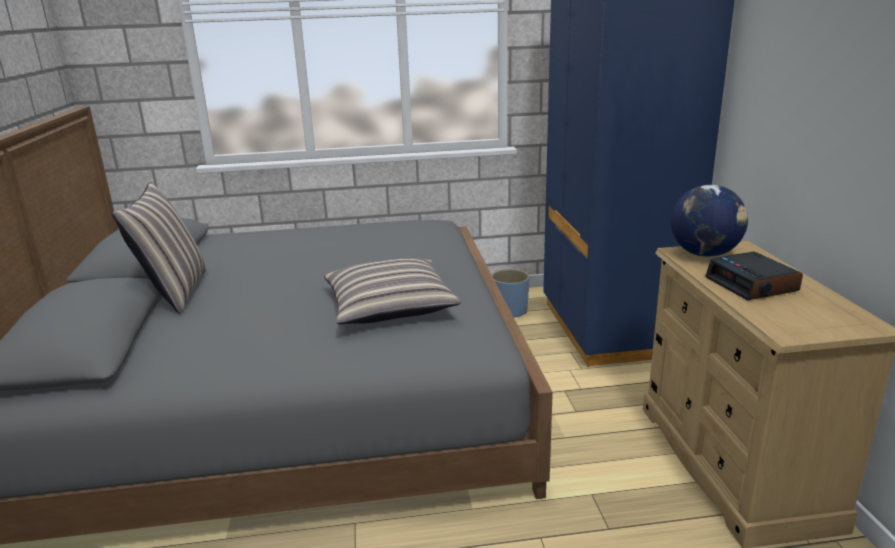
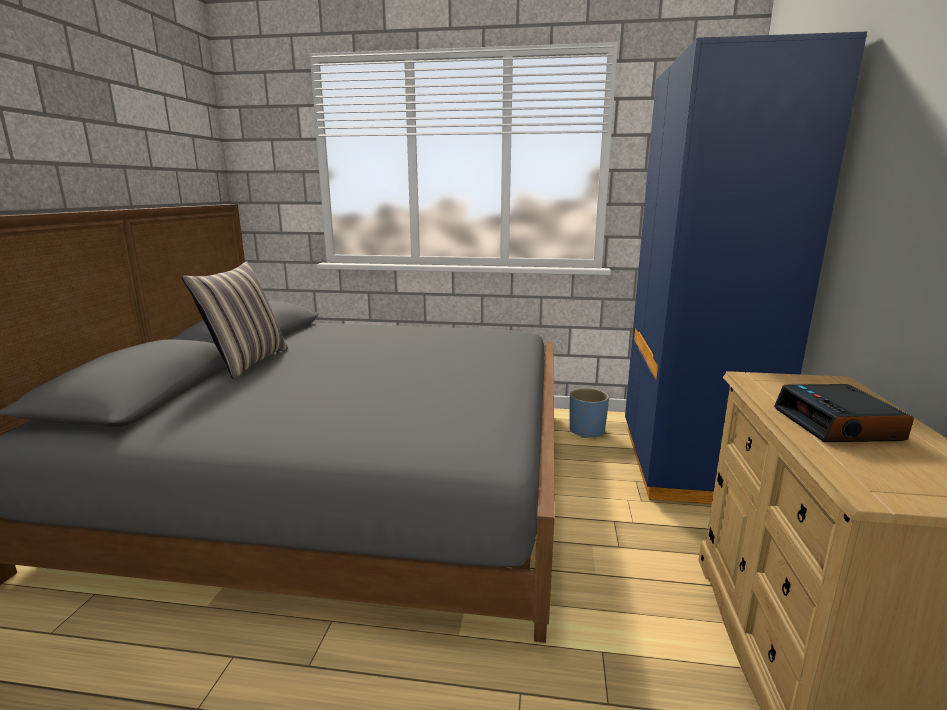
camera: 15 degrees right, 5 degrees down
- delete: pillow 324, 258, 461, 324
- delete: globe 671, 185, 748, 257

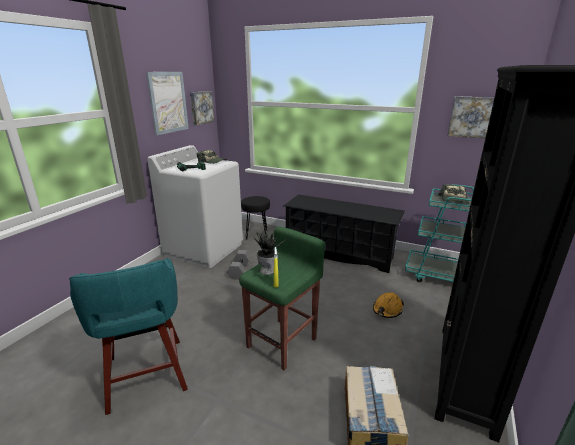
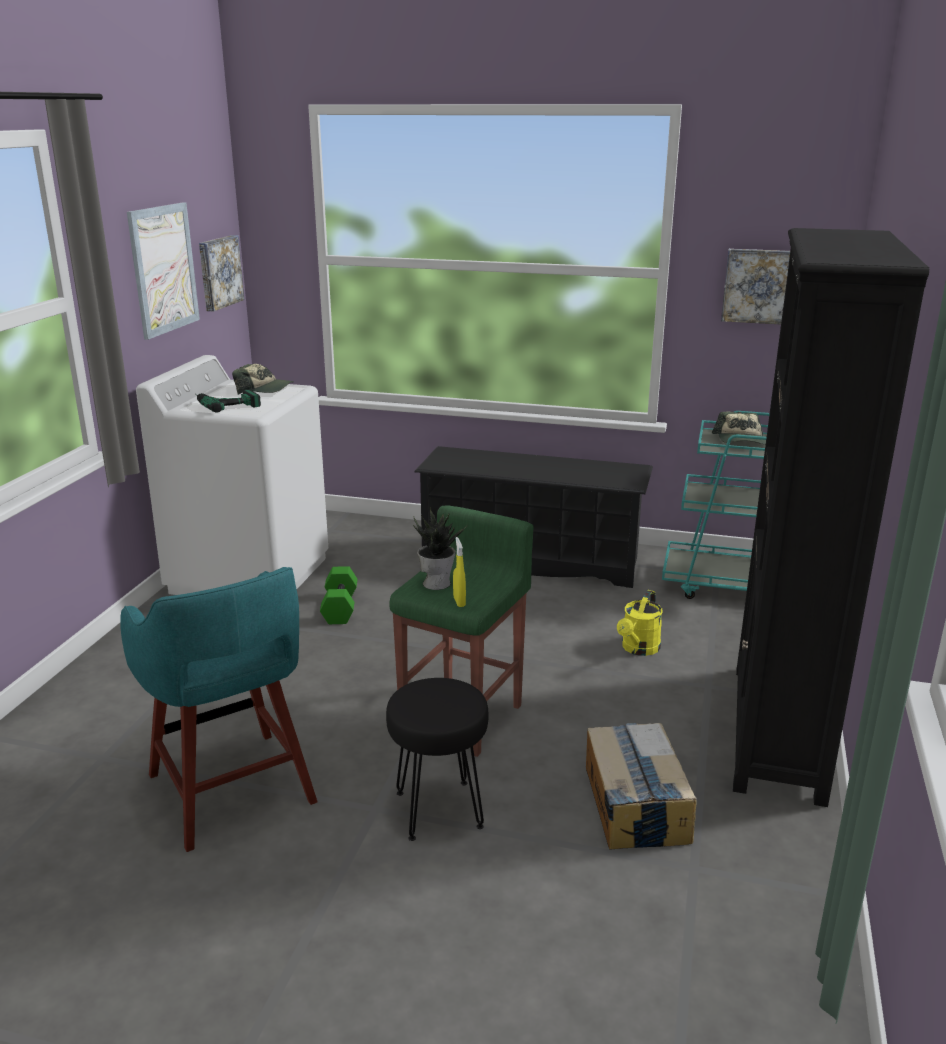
camera: 10 degrees left, 0 degrees up
- recolor: grey dumbbell 227, 250, 250, 280 to green dumbbell 320, 566, 358, 624
- move: black stool 241, 196, 270, 240 to 386, 678, 488, 841
- replace: orange hard hat 373, 292, 404, 318 to yellow watering can 617, 590, 663, 656

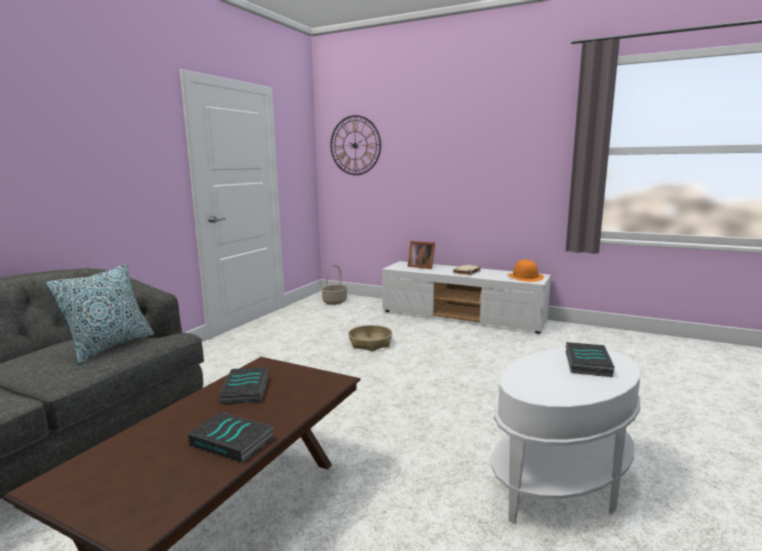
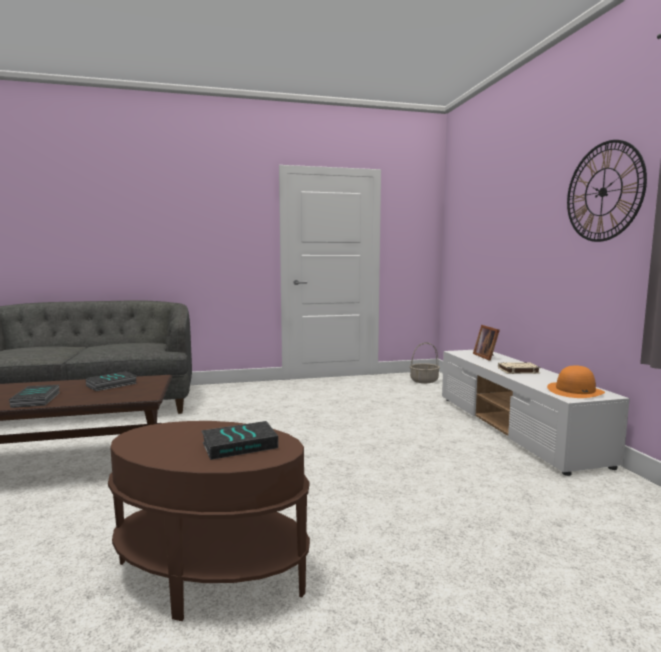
camera: 50 degrees right, 5 degrees down
- delete: pillow 46, 263, 154, 364
- move: wall clock 330, 115, 381, 175 to 567, 140, 647, 242
- delete: basket 348, 325, 392, 351
- recolor: white side table 491, 348, 641, 524 to brown side table 108, 421, 310, 621

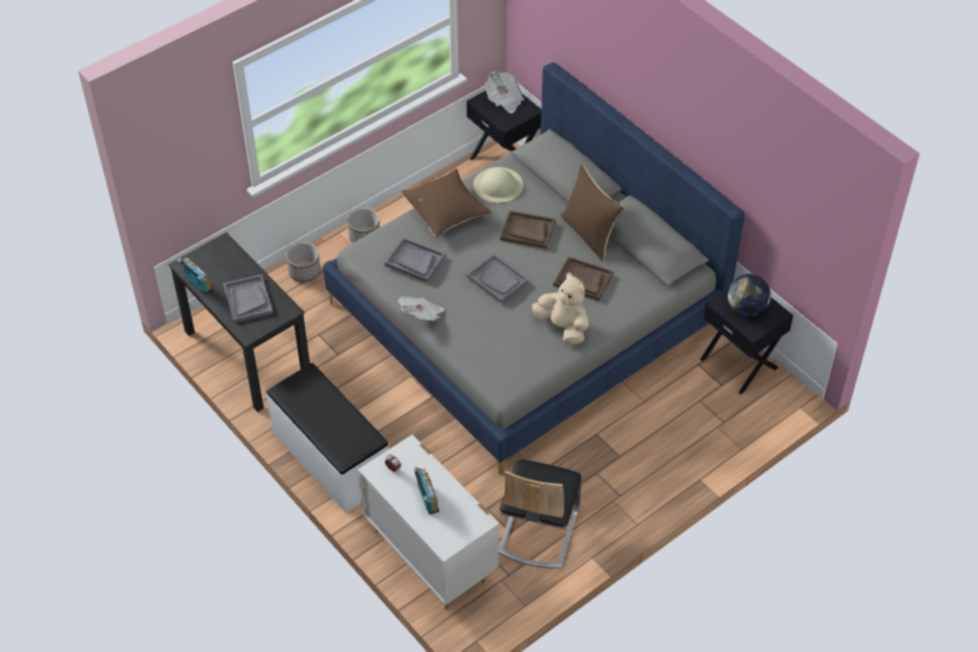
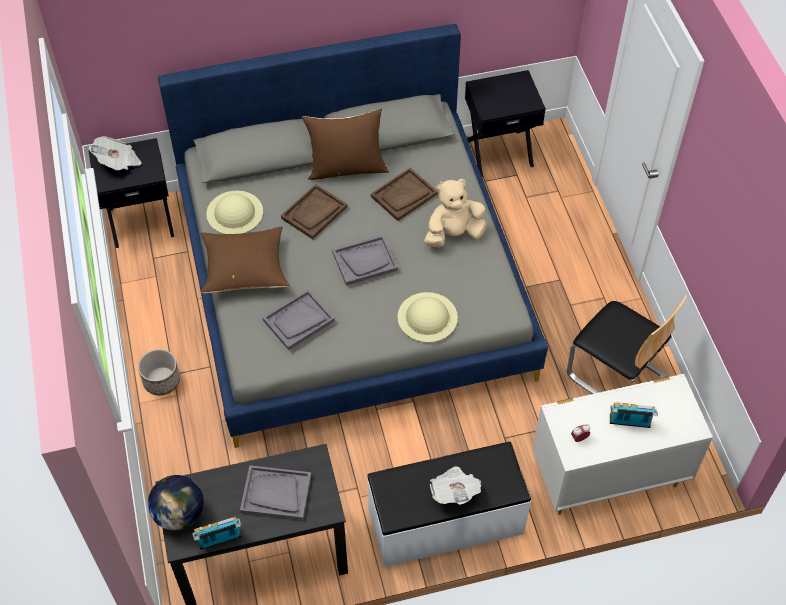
camera: 65 degrees left, 5 degrees up
- delete: planter 286, 243, 320, 282
- move: newspaper 398, 296, 444, 321 to 430, 466, 481, 505
- move: globe 728, 274, 771, 316 to 148, 475, 204, 531
- insert: beige hat 397, 292, 458, 343

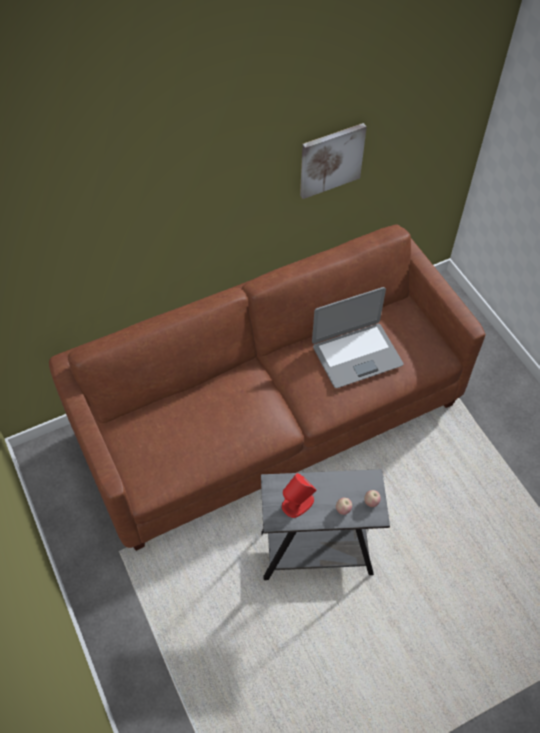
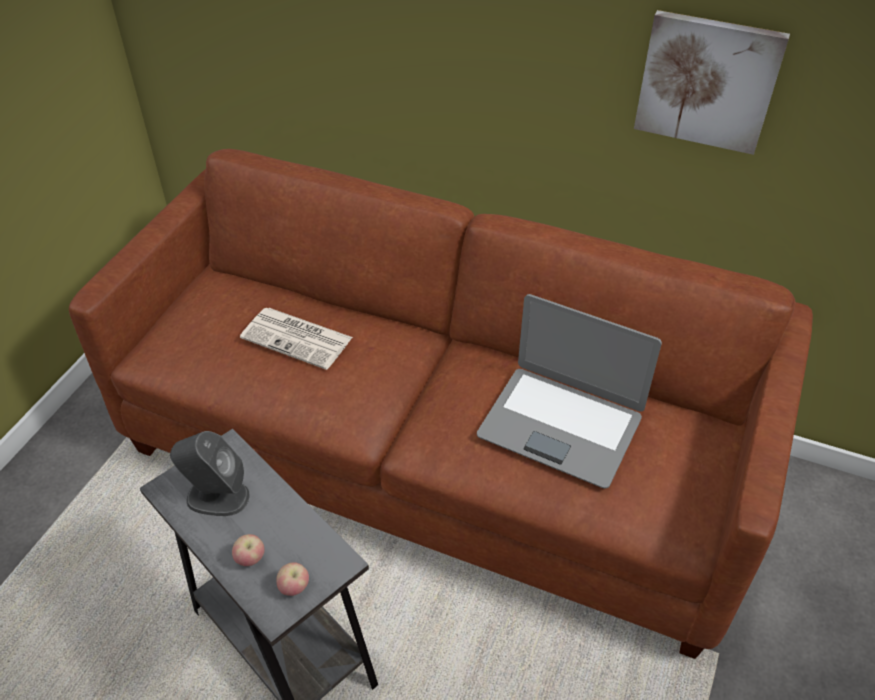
camera: 50 degrees right, 10 degrees down
- recolor: red speaker 282, 473, 316, 518 to grey speaker 170, 431, 250, 516
- insert: newspaper 240, 308, 353, 370

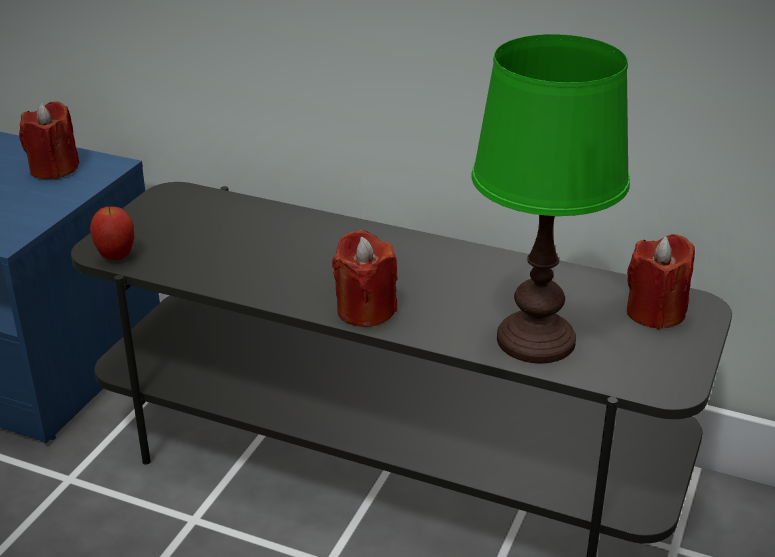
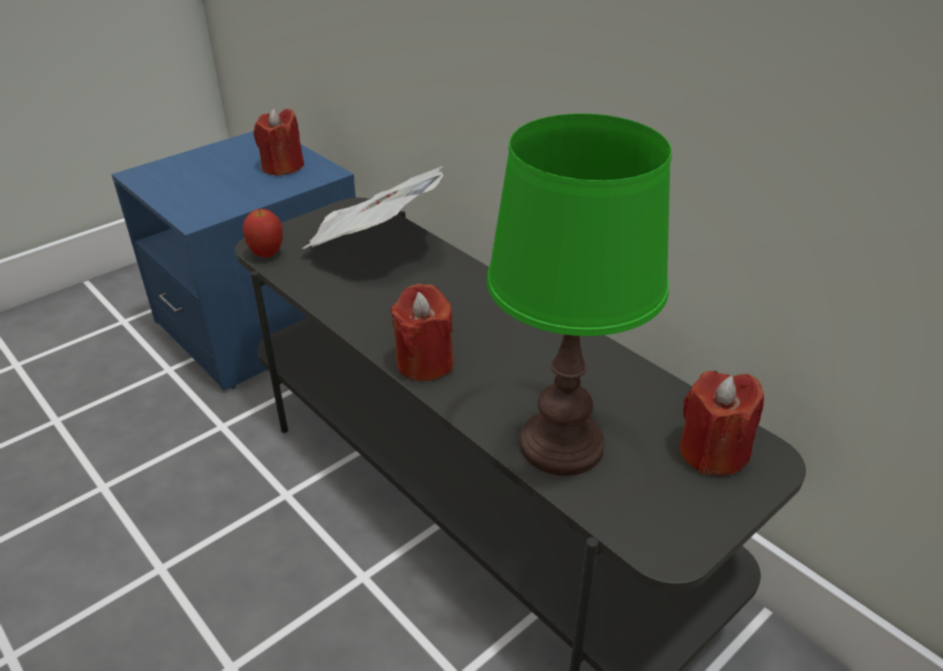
camera: 25 degrees right, 5 degrees up
- insert: newspaper 302, 166, 443, 249

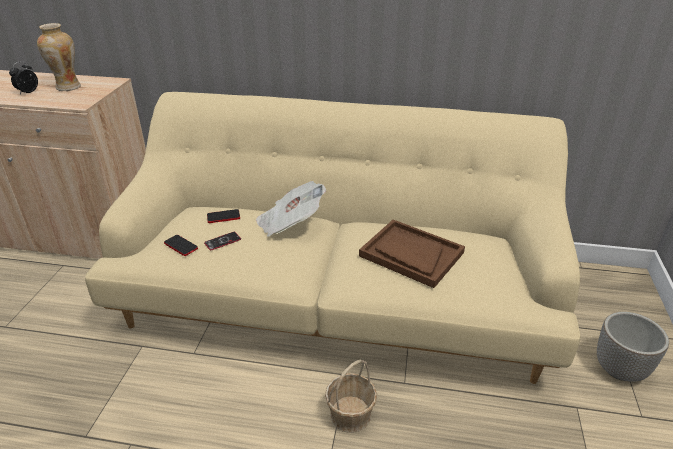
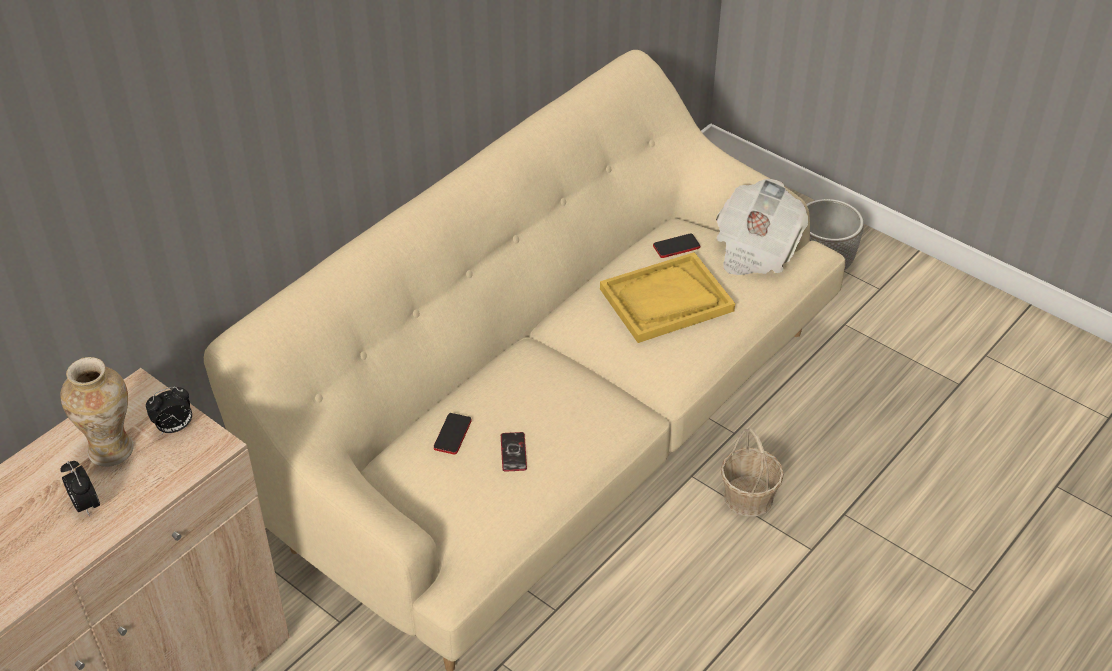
camera: 60 degrees left, 10 degrees up
- move: phone 164, 235, 198, 256 to 653, 234, 700, 258
- move: newspaper 256, 181, 326, 237 to 716, 179, 808, 275
- recolor: brown tray 359, 220, 465, 288 to yellow tray 600, 252, 735, 343
- insert: alarm clock 146, 387, 192, 434

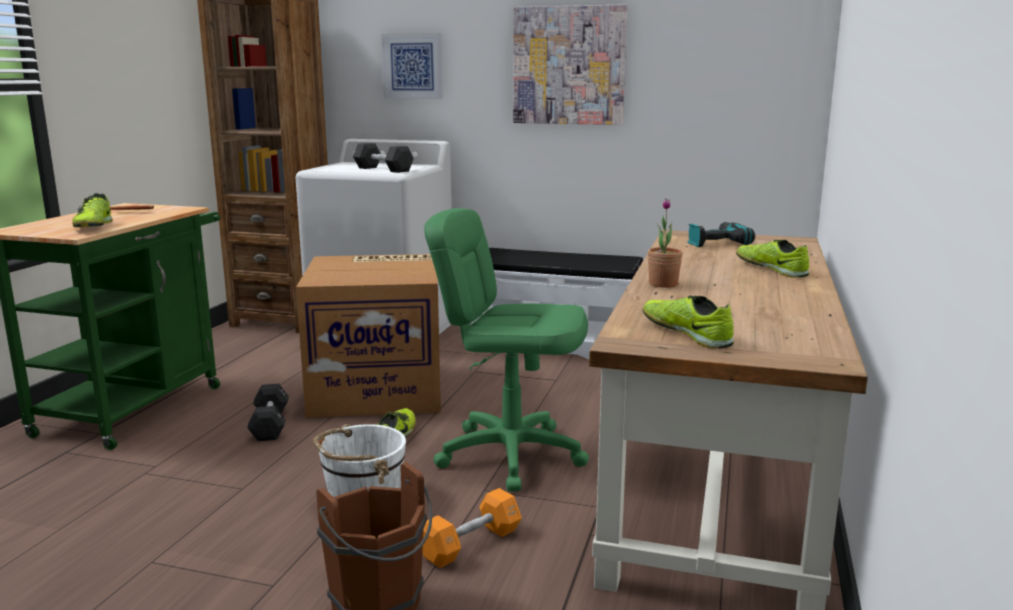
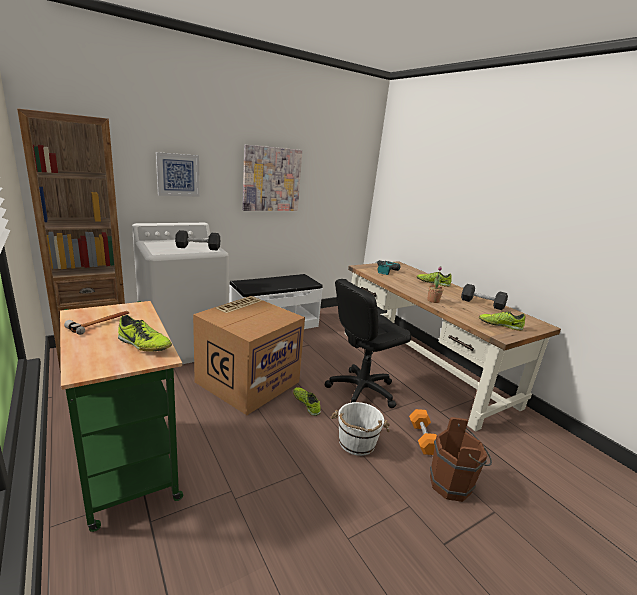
camera: 50 degrees left, 5 degrees up
- move: black dumbbell 247, 384, 289, 441 to 461, 284, 508, 310
- recolor: green office chair 424, 208, 589, 492 to black office chair 325, 279, 411, 408

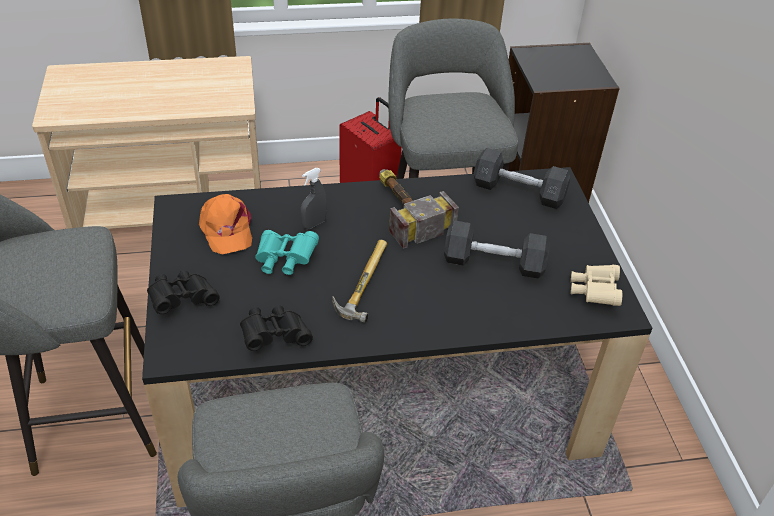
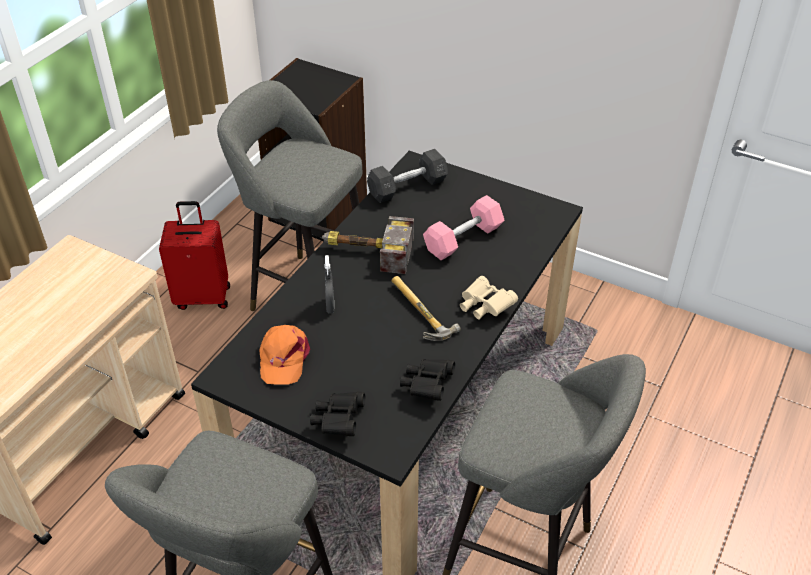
camera: 50 degrees left, 0 degrees up
- rotate: orange cap 199, 194, 252, 254 = 259, 325, 311, 384 75 degrees clockwise
- delete: turquoise binoculars 255, 230, 319, 275
- recolor: grey dumbbell 444, 220, 550, 279 to pink dumbbell 423, 195, 505, 260
- move: beige binoculars 571, 265, 622, 306 to 460, 276, 518, 320

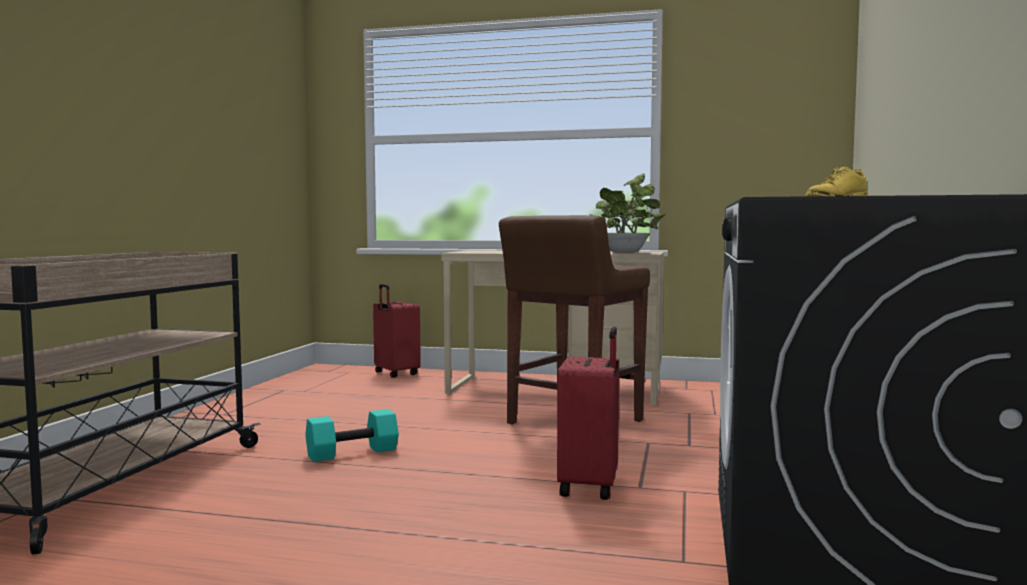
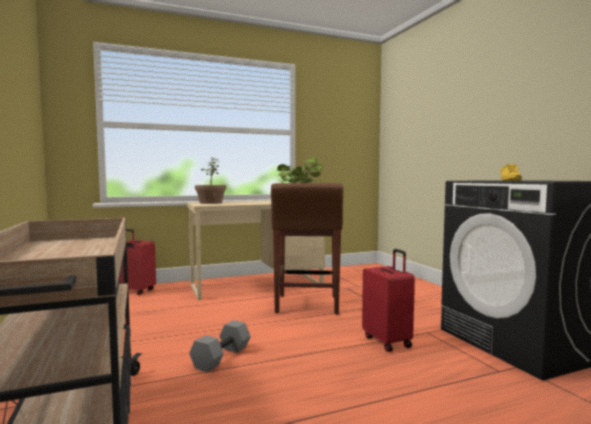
camera: 35 degrees left, 0 degrees up
- recolor: turquoise dumbbell 305, 409, 399, 462 to grey dumbbell 189, 320, 251, 372
- insert: potted plant 195, 157, 226, 204

